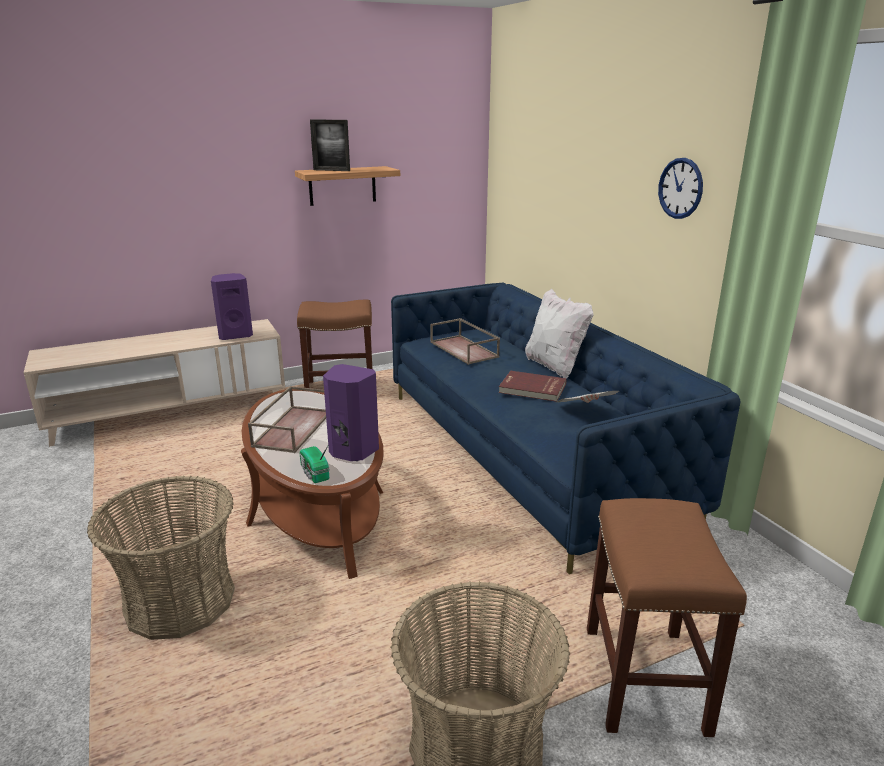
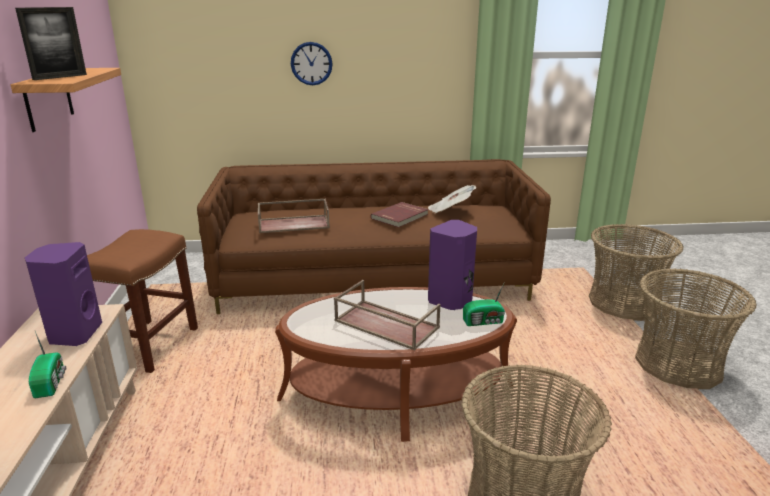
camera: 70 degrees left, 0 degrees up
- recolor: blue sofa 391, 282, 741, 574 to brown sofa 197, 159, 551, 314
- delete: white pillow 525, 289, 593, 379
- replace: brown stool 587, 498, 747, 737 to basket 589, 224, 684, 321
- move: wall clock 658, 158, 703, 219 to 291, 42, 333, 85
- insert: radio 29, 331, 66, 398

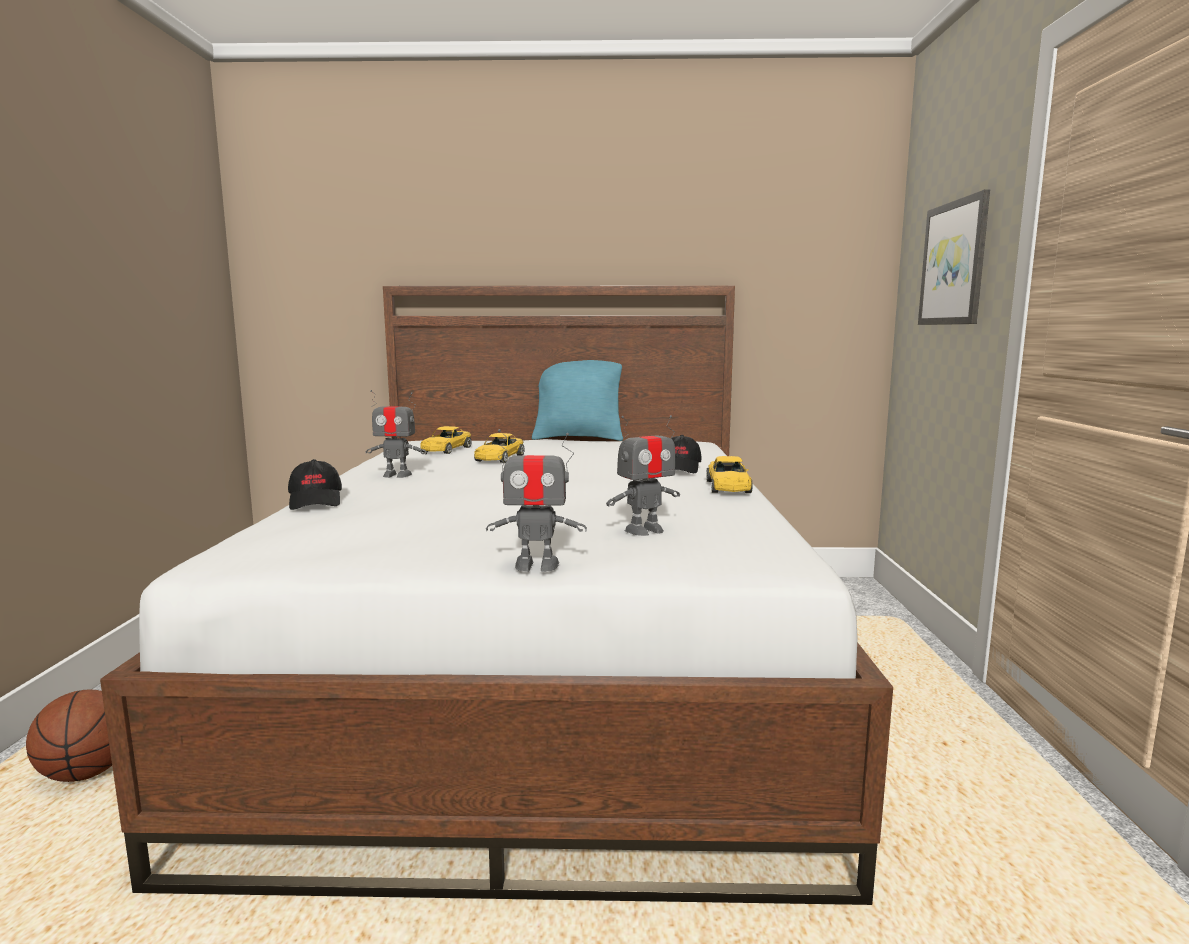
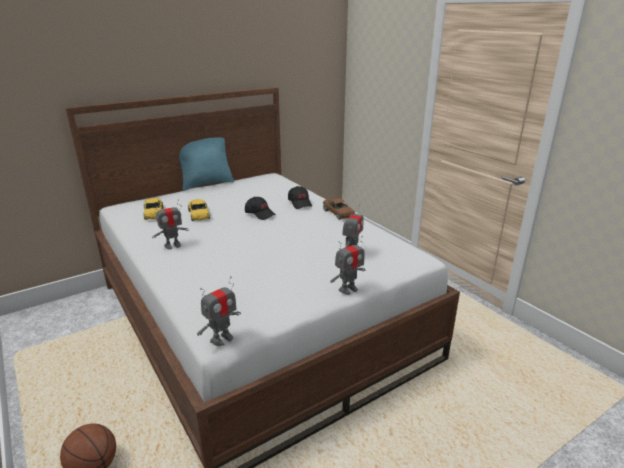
camera: 35 degrees left, 15 degrees up
- move: black cap 288, 459, 342, 510 to 245, 197, 276, 220
- recolor: yellow toy car 706, 456, 752, 493 to brown toy car 323, 198, 355, 220
- delete: picture 918, 189, 990, 325
- insert: toy robot 197, 276, 241, 346

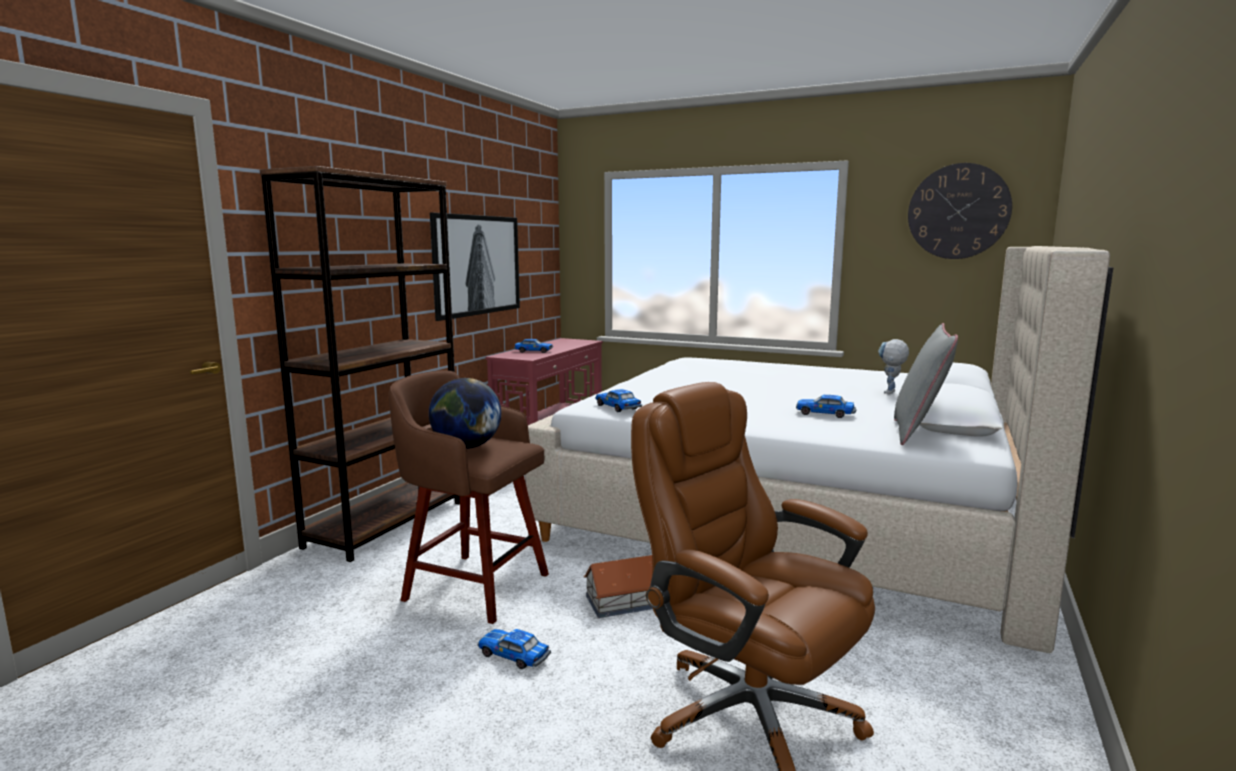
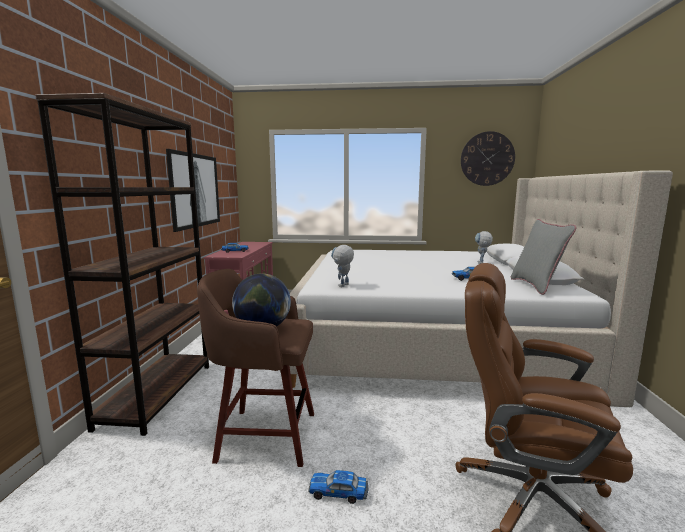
camera: 20 degrees left, 0 degrees up
- delete: toy house 584, 555, 653, 618
- replace: toy car 595, 389, 642, 412 to toy robot 331, 245, 354, 287

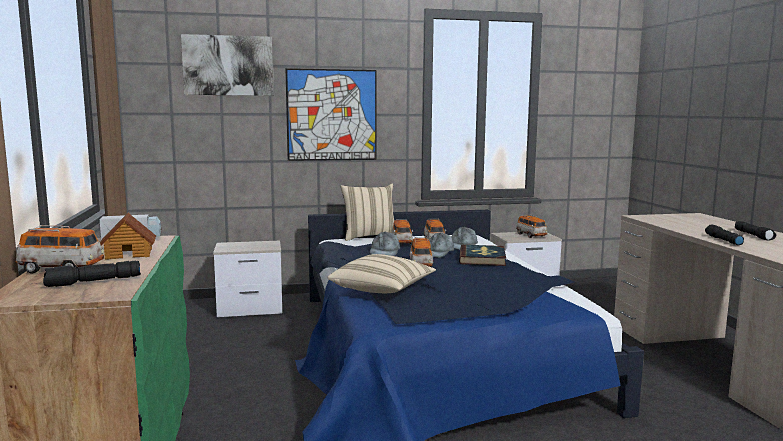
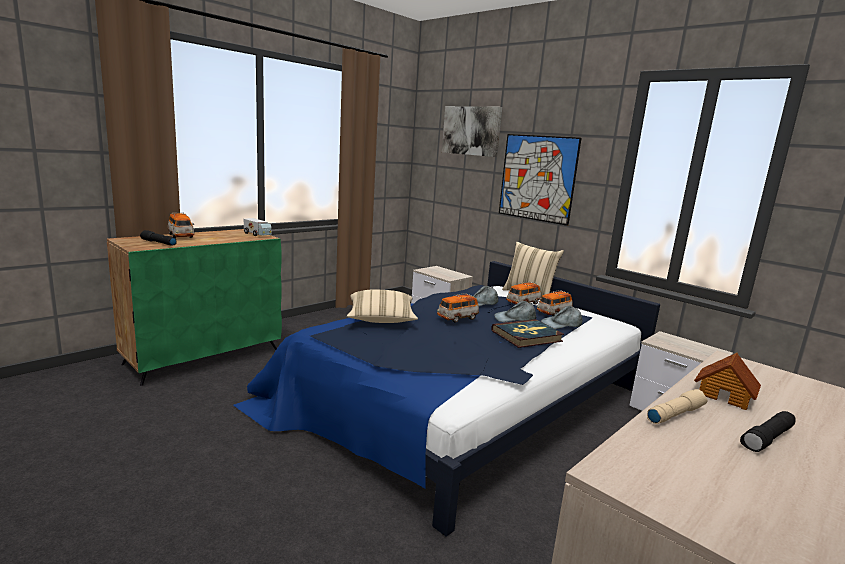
camera: 55 degrees right, 5 degrees up
- move: toy house 100, 213, 156, 260 to 694, 353, 761, 410
- delete: toy car 516, 214, 548, 238
- recolor: black flashlight 705, 224, 744, 245 to beige flashlight 647, 389, 707, 424

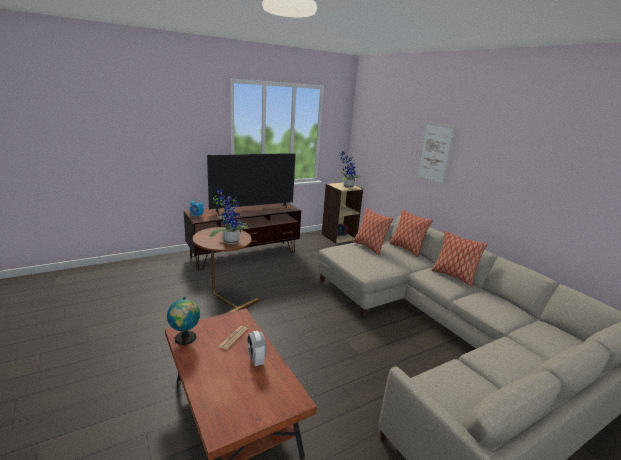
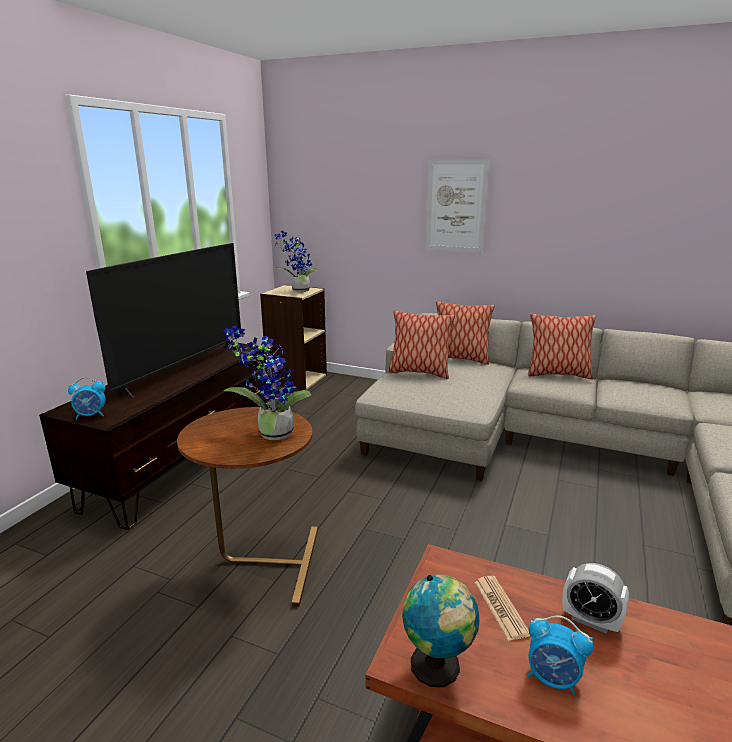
camera: 35 degrees left, 0 degrees up
- insert: alarm clock 527, 615, 593, 695

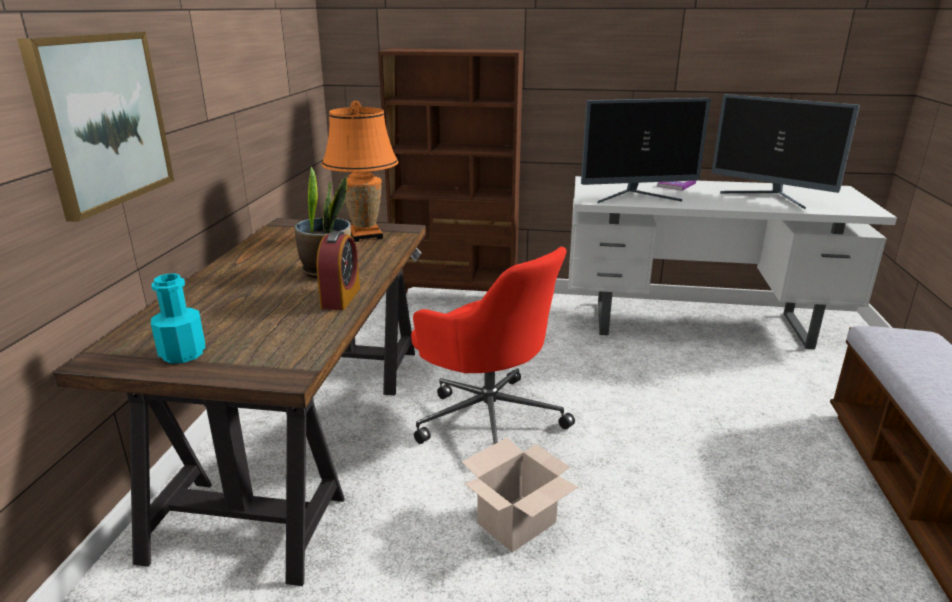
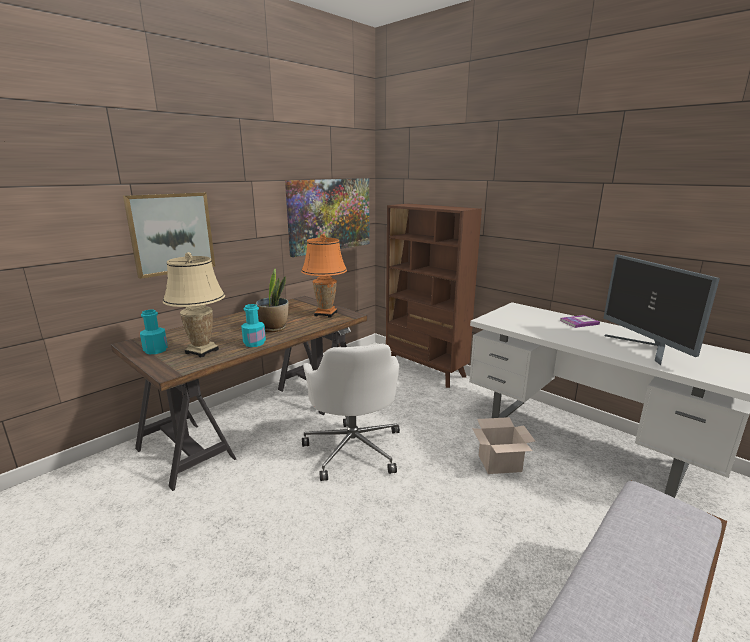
camera: 35 degrees right, 5 degrees down
- replace: alarm clock 316, 231, 360, 310 to turquoise bottle 241, 304, 266, 347
- recolor: red office chair 411, 247, 575, 444 to white office chair 302, 344, 400, 481
- move: cardboard box 462, 438, 578, 552 to 472, 417, 536, 474
- delete: monitor 581, 98, 711, 203
- insert: beige table lamp 163, 252, 225, 358
- insert: picture 285, 178, 369, 257

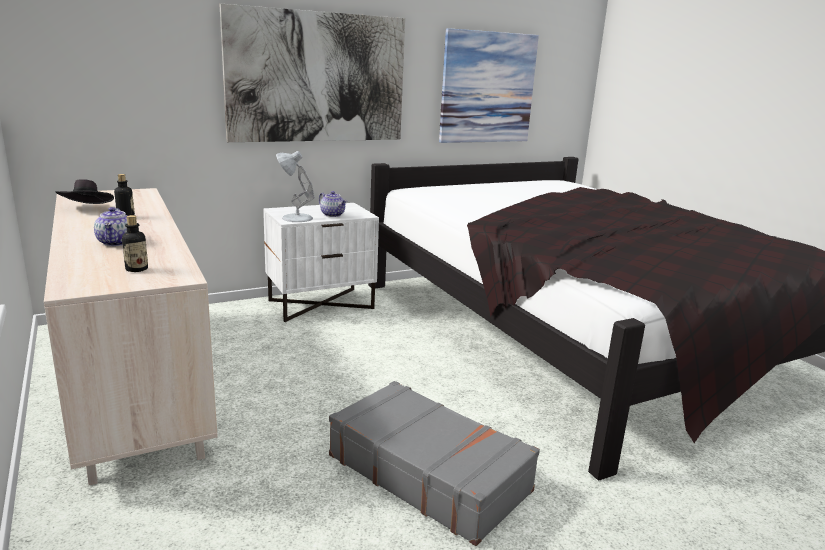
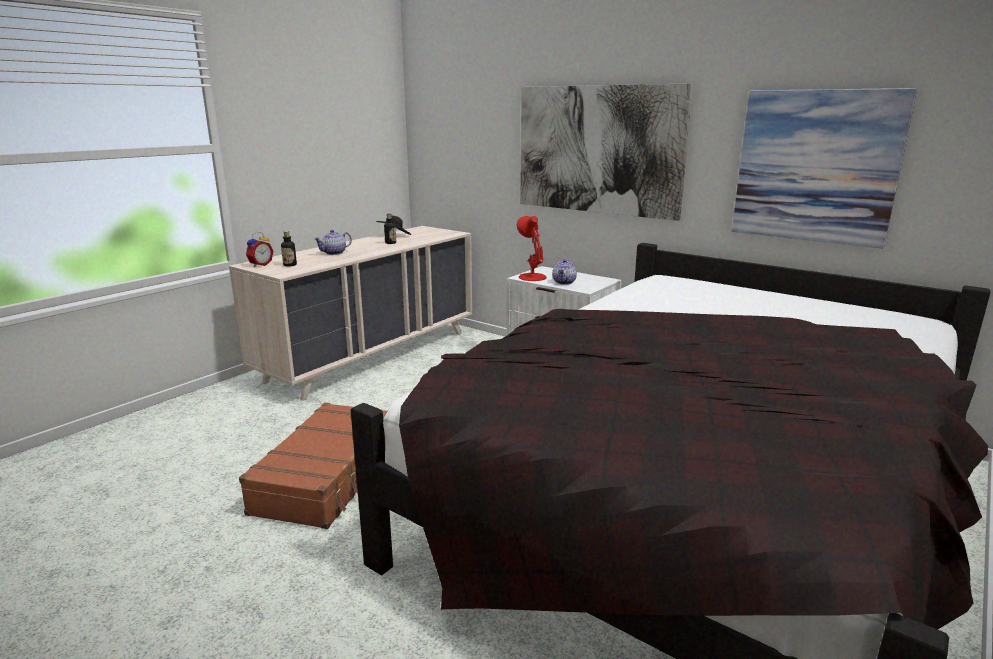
camera: 65 degrees right, 0 degrees up
- recolor: white table lamp 276, 151, 315, 222 to red table lamp 517, 216, 547, 281
- recolor: grey suitcase 329, 381, 540, 546 to brown suitcase 239, 403, 388, 529
- insert: alarm clock 246, 232, 274, 267

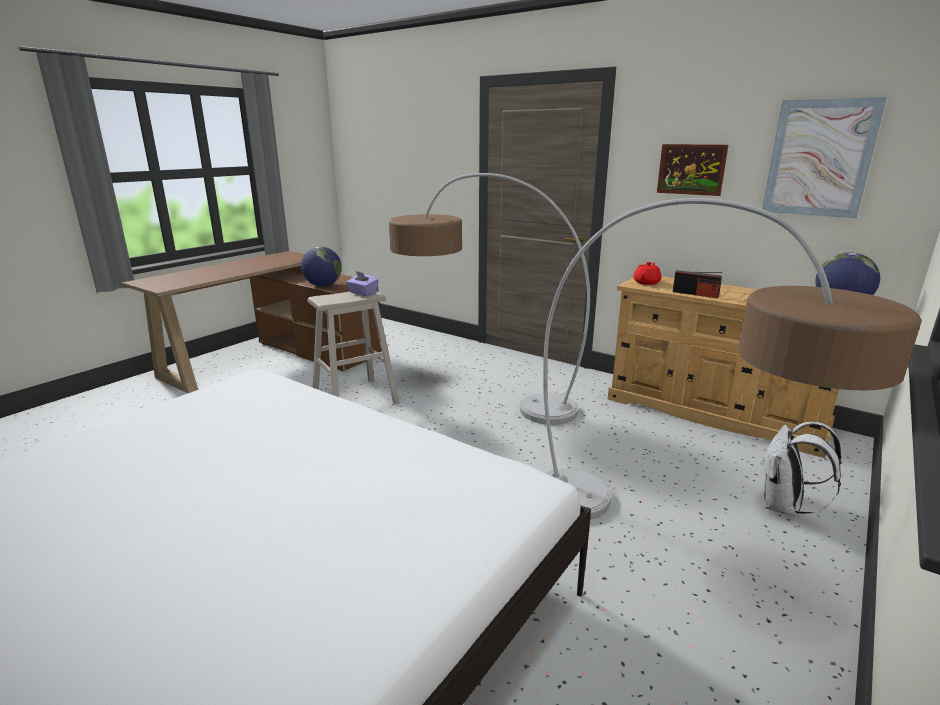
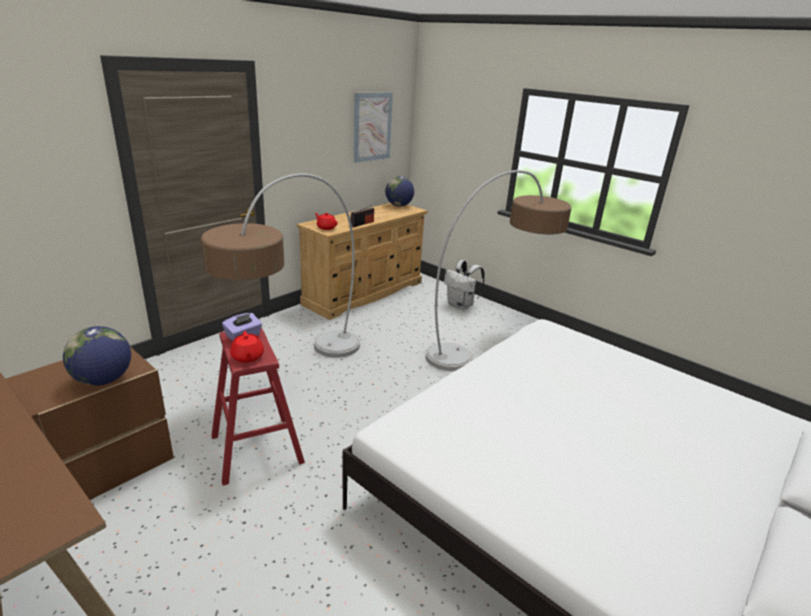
camera: 85 degrees left, 5 degrees up
- recolor: beige stool 307, 291, 400, 405 to red stool 211, 327, 305, 485
- delete: picture 657, 144, 728, 196
- insert: red teapot 230, 331, 264, 363

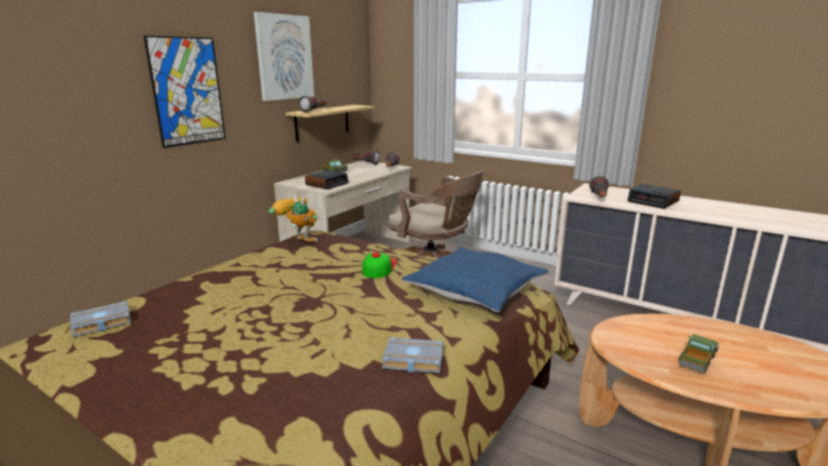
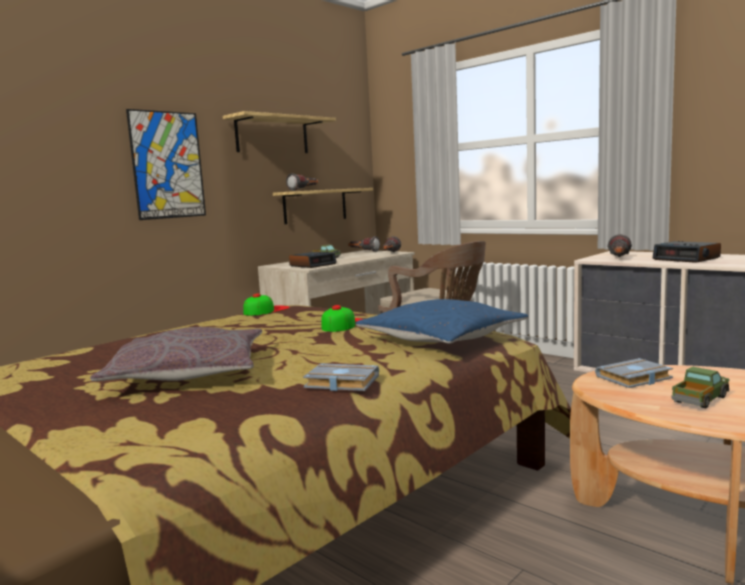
camera: 10 degrees right, 10 degrees down
- move: grey book 70, 301, 131, 337 to 595, 358, 673, 388
- replace: picture 254, 12, 314, 101 to shelf 223, 111, 336, 153
- replace: toy robot 269, 195, 318, 242 to cap 243, 293, 290, 316
- insert: grey pillow 90, 327, 262, 381

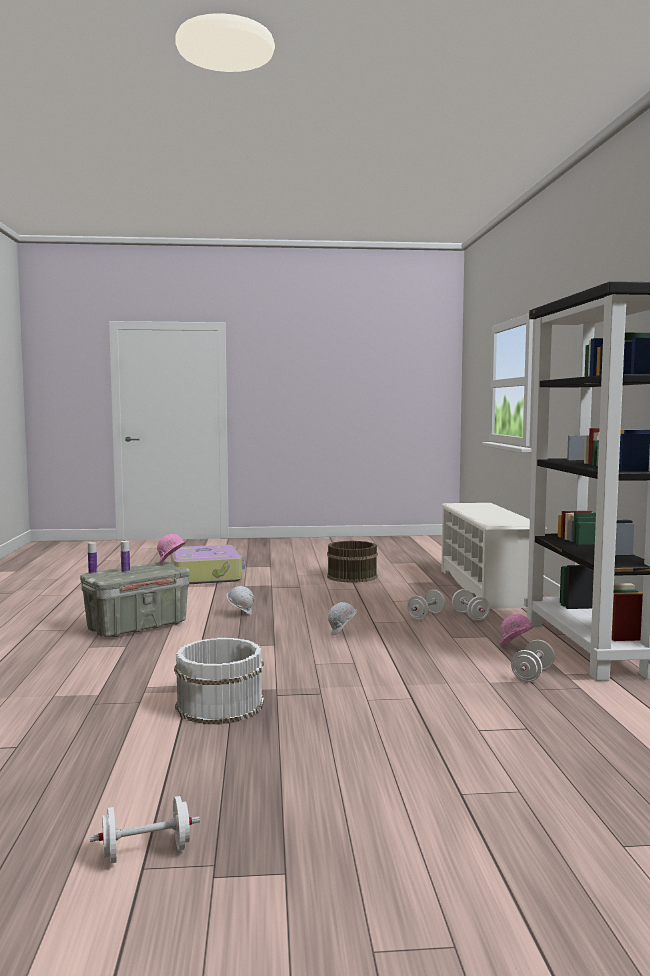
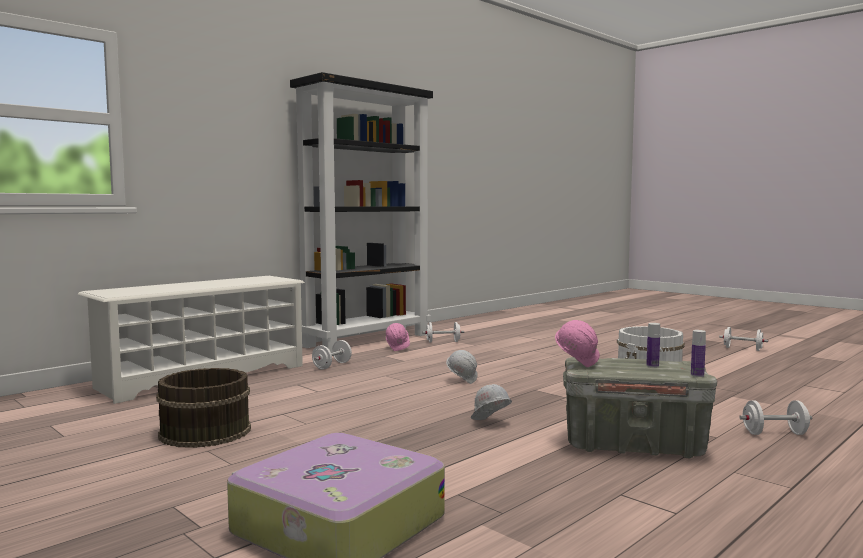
camera: 130 degrees left, 0 degrees up
- move: white dumbbell 407, 590, 445, 620 to 739, 400, 812, 435

